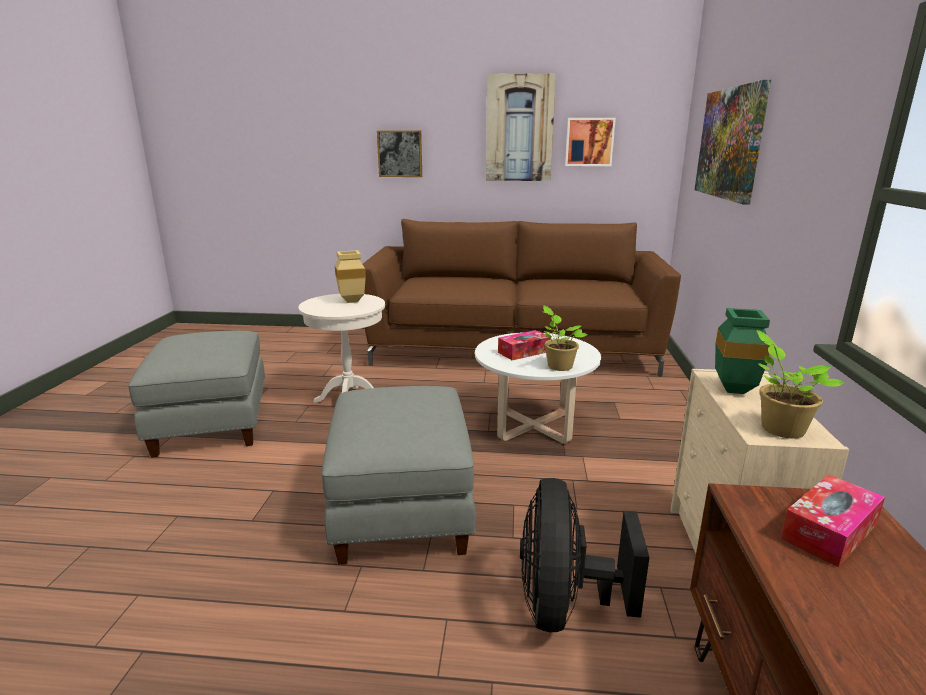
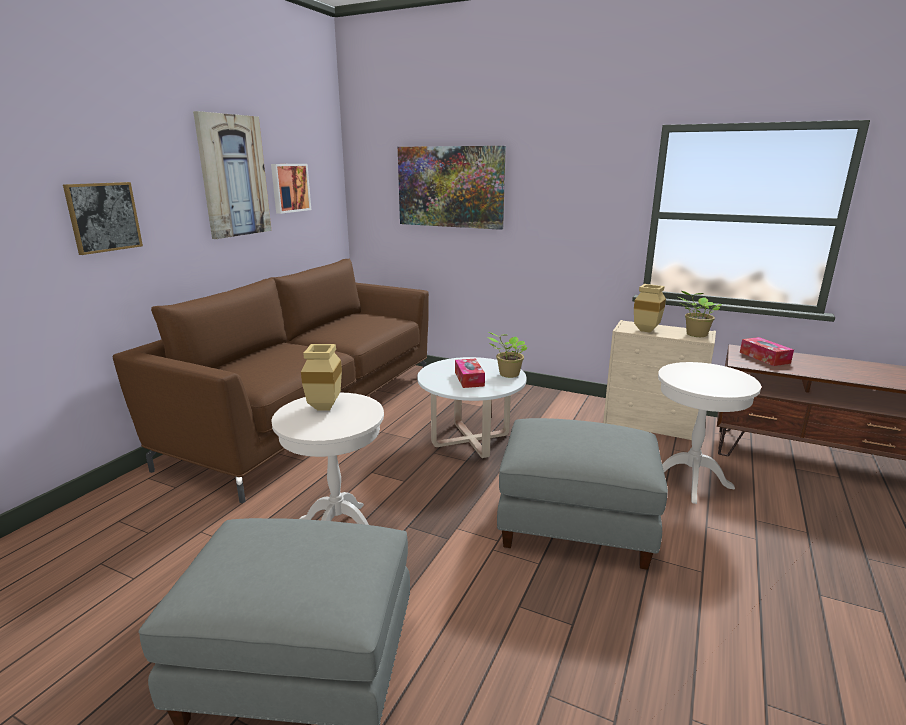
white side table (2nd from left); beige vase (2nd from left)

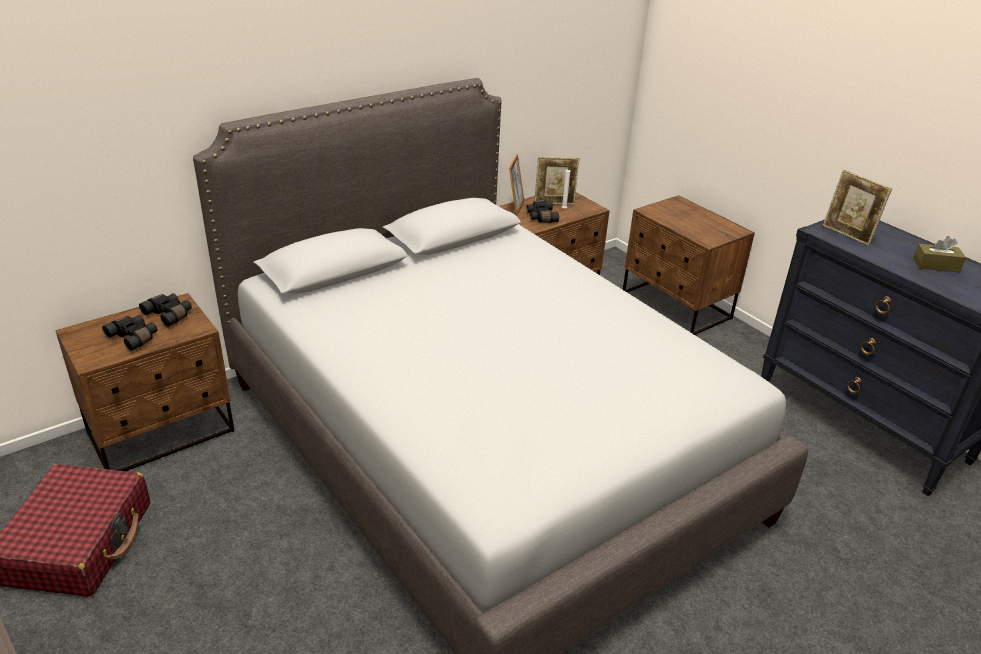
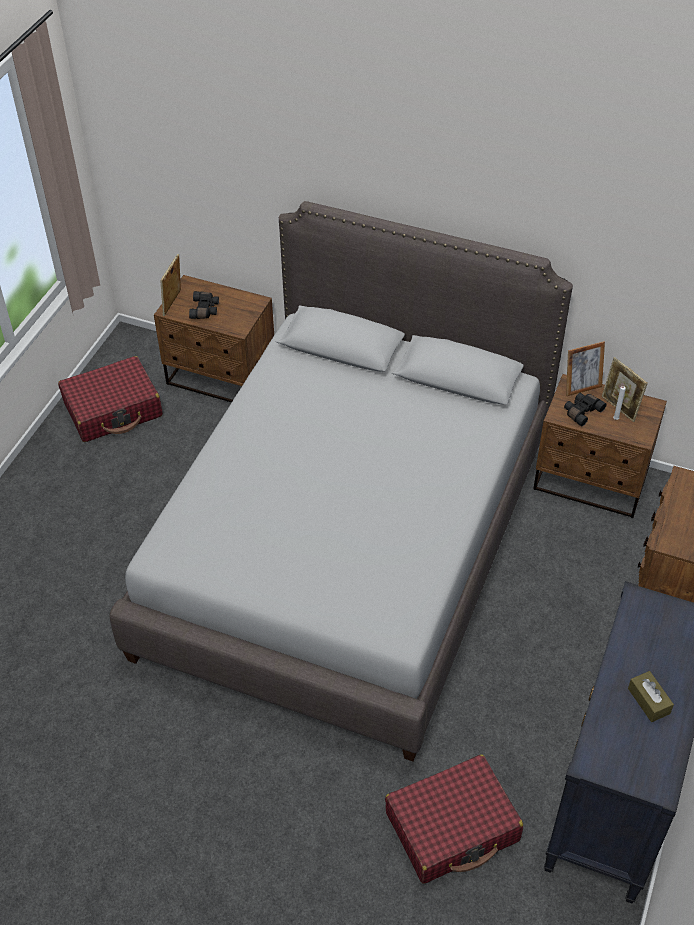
black binoculars (2nd from left in the first image); red suitcase (2nd from left); picture frame (1st from left)

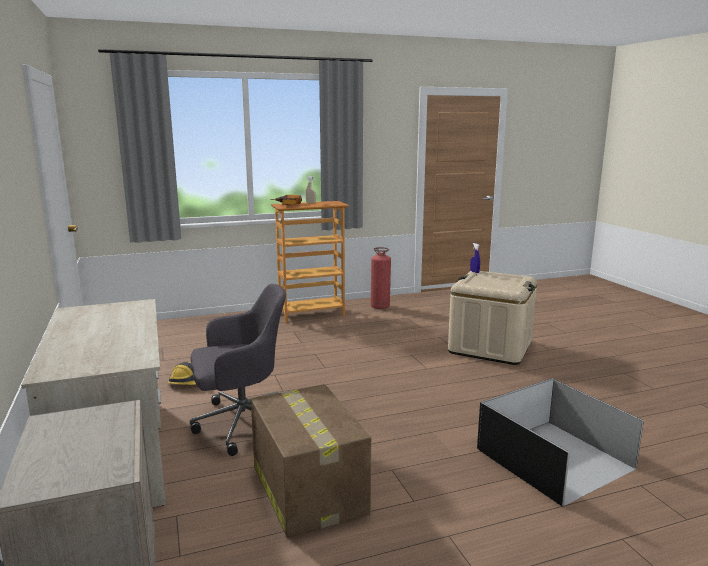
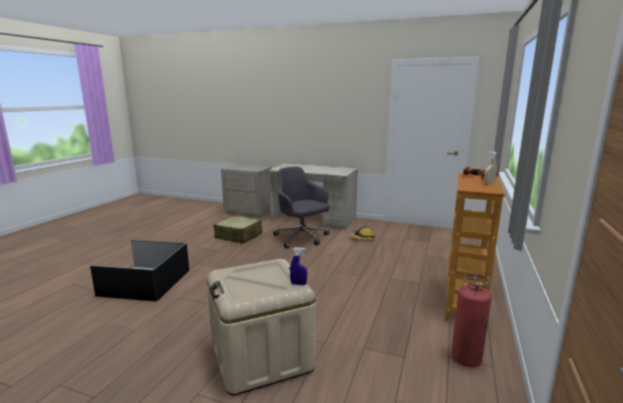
beige suitcase; grey office chair

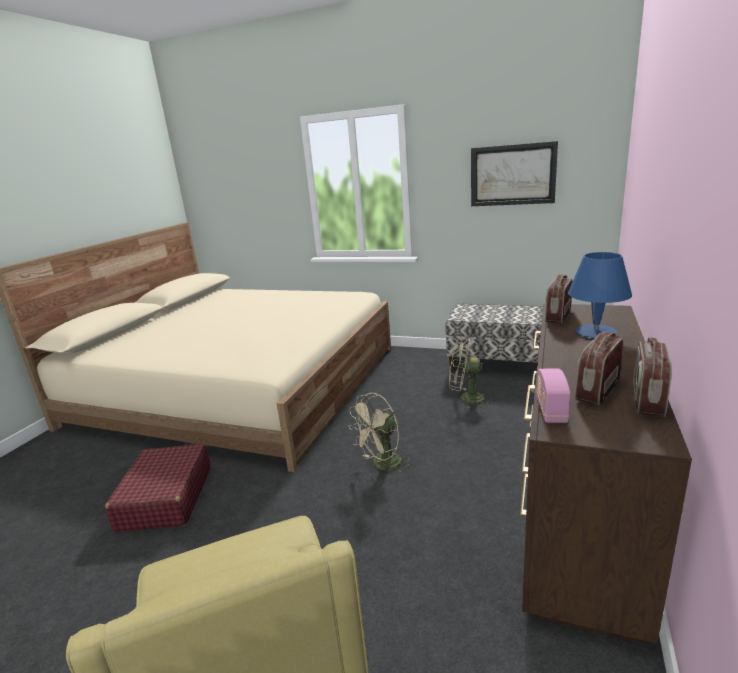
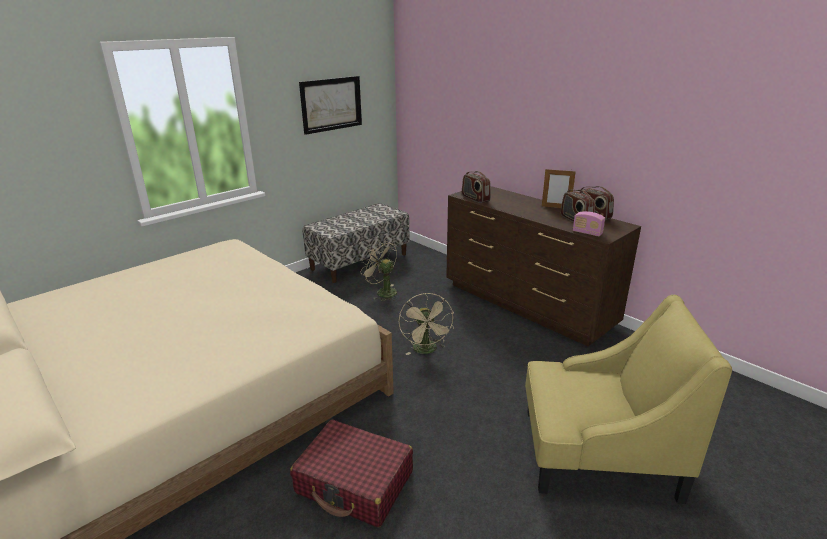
blue table lamp; picture frame; beige fan (1st from left)

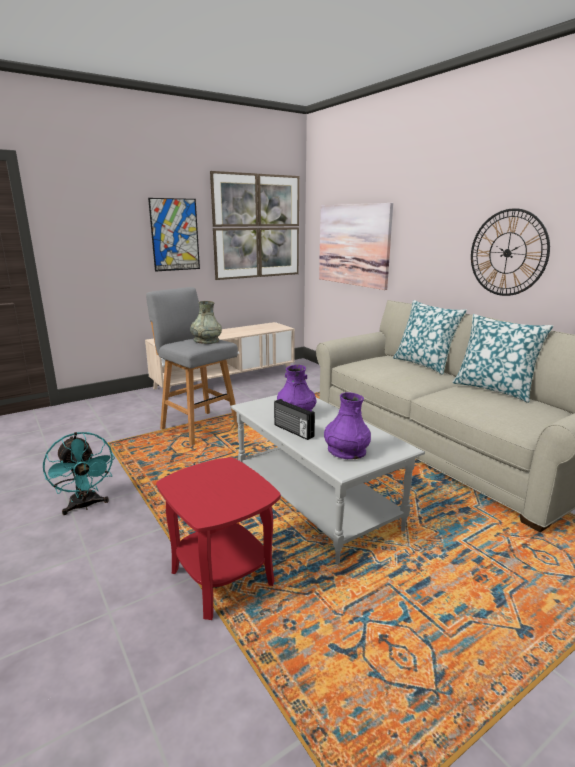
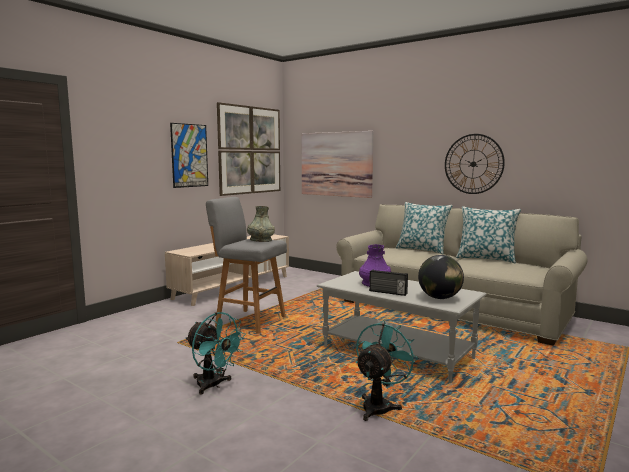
turquoise fan (2nd from left); globe

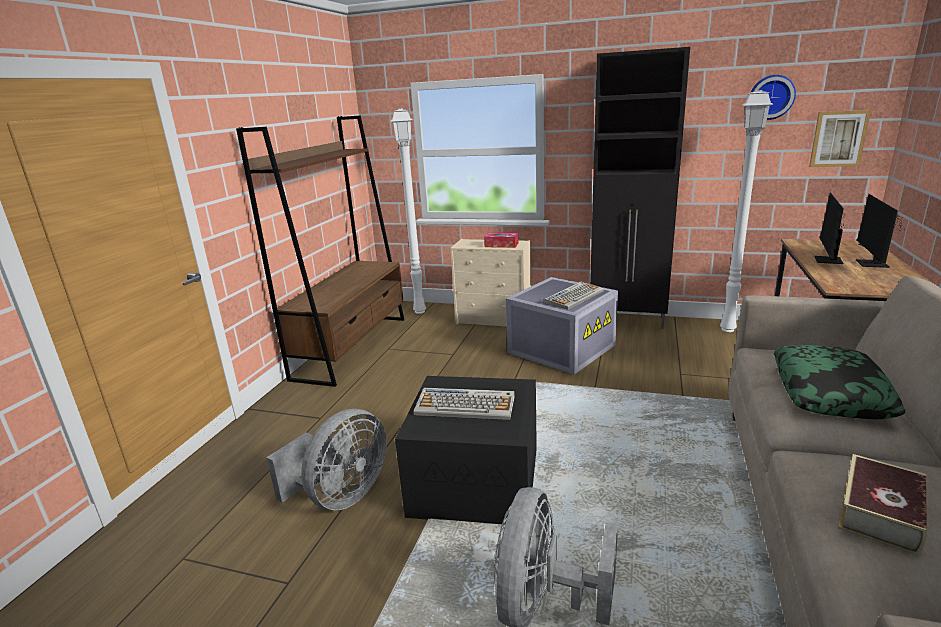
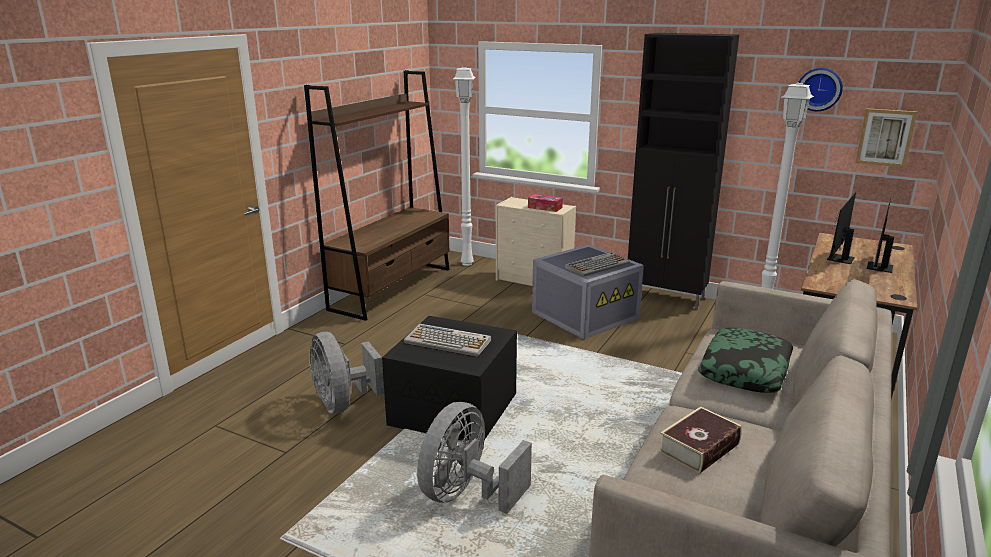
grey fan (1st from left)

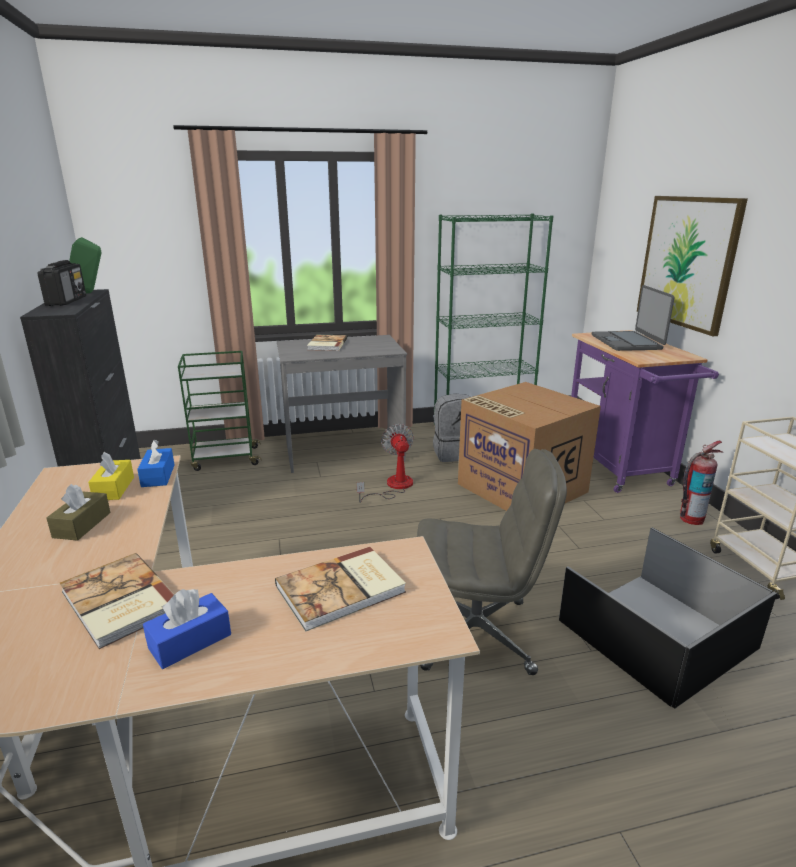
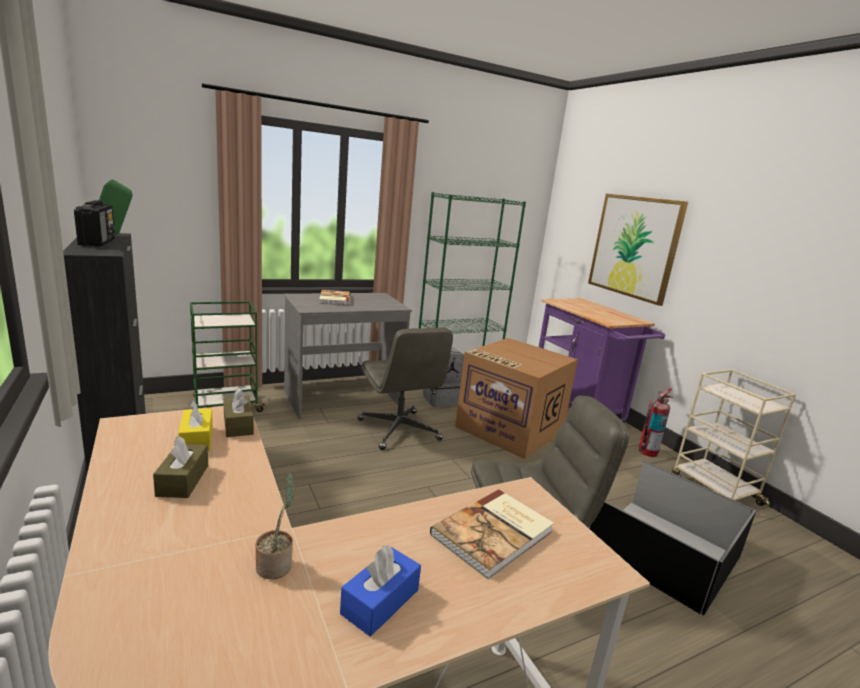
laptop; potted plant; grey office chair (1st from left); brown tissue box (2nd from left)

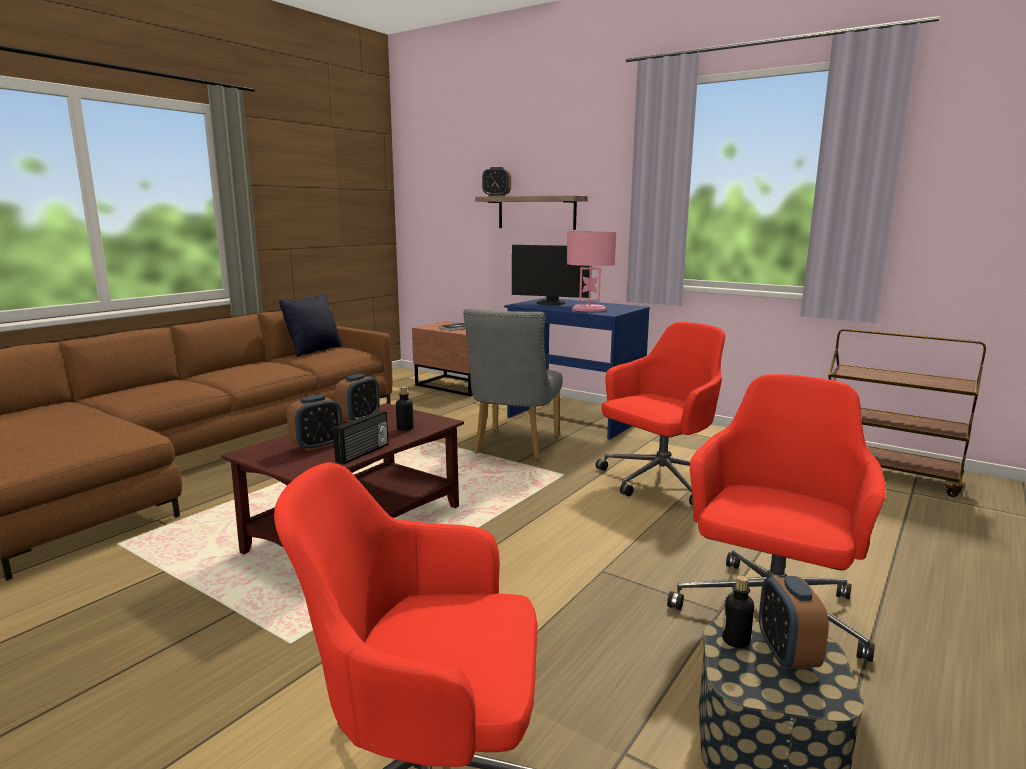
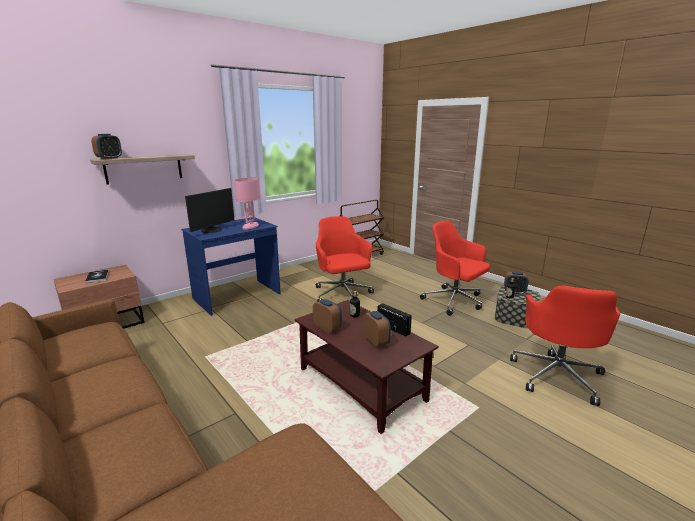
black pillow; grey chair

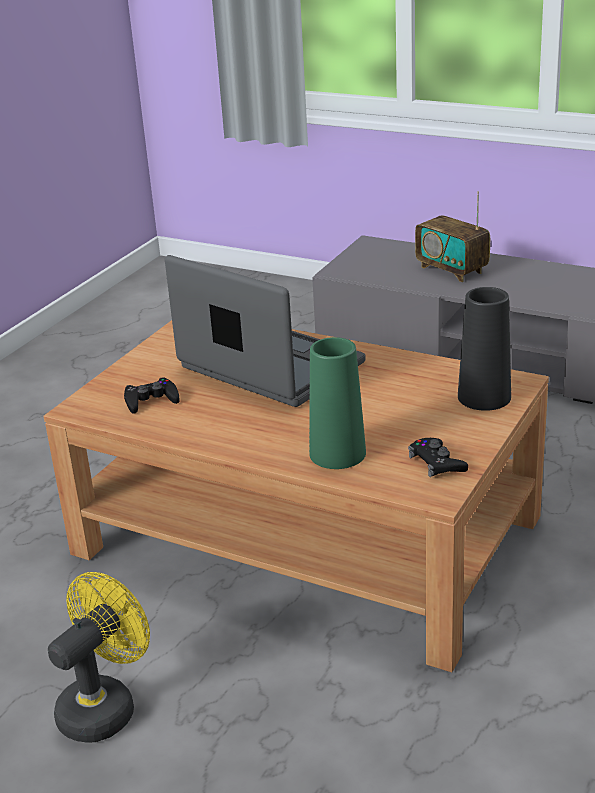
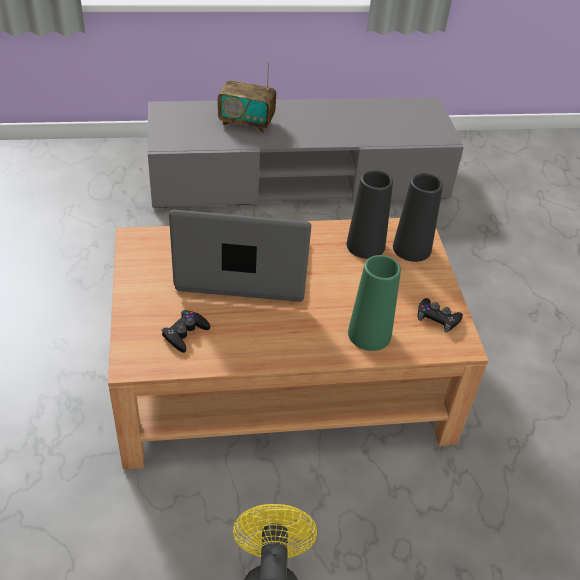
black vase (1st from left)

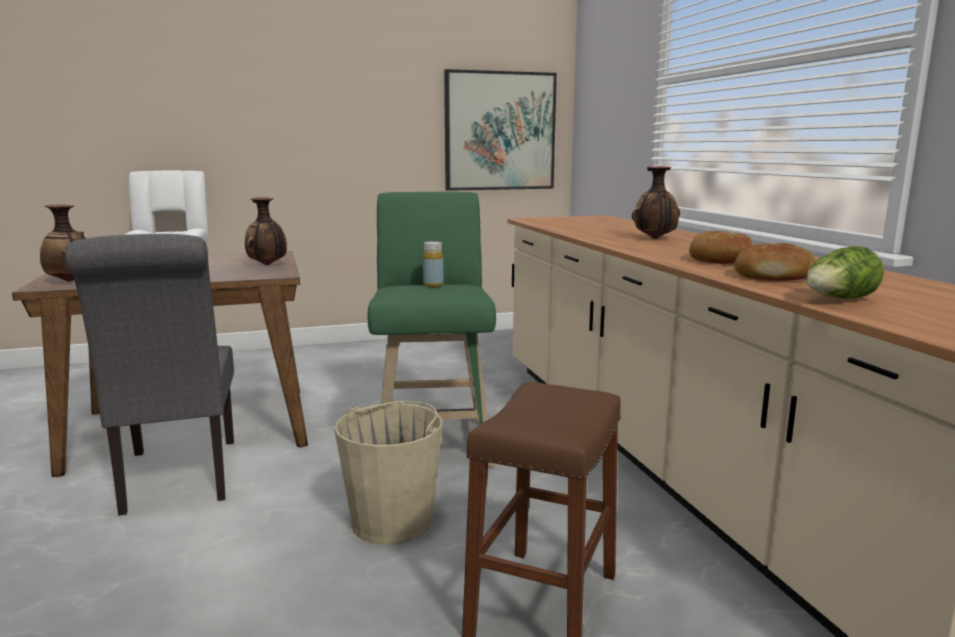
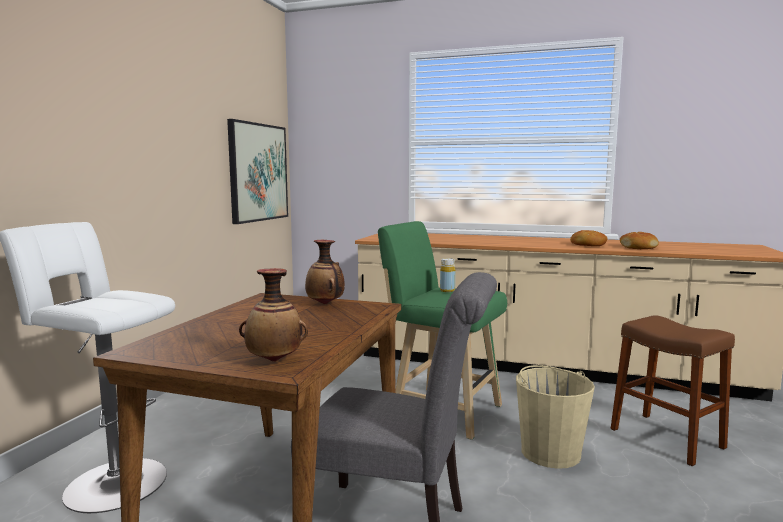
vase (3rd from left in the first image); lettuce

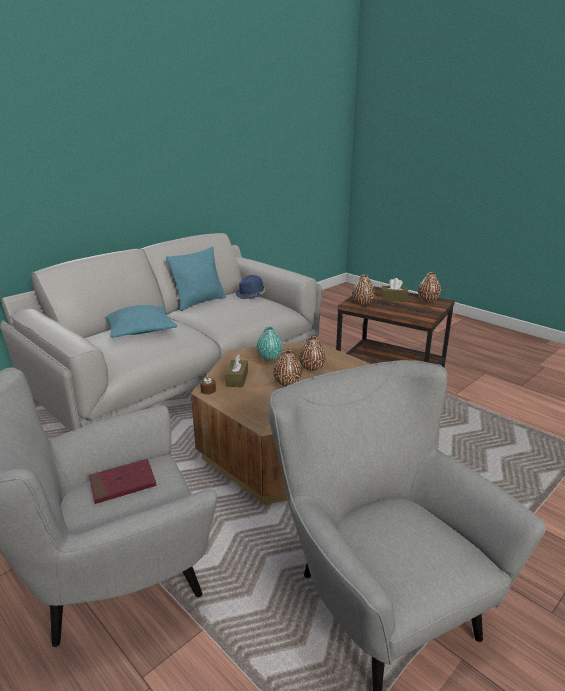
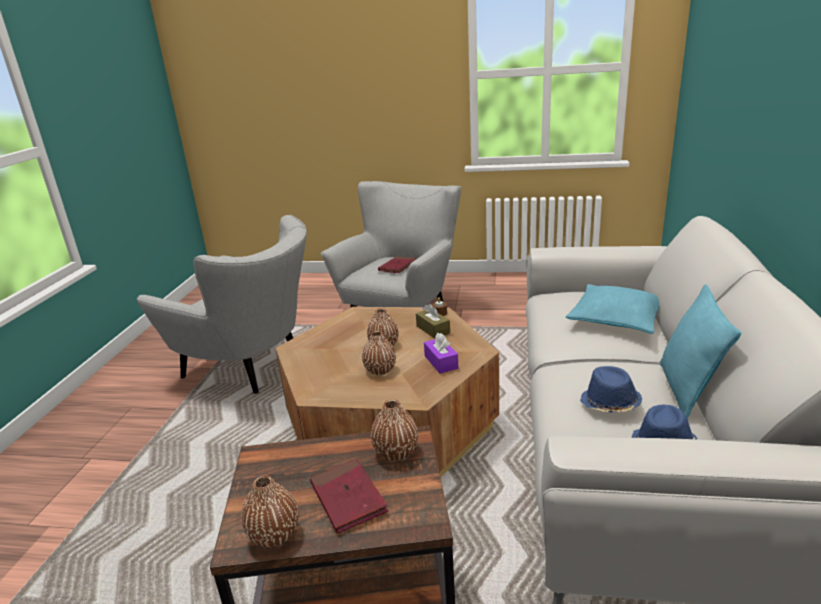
blue hat (1st from left); purple tissue box; red book (1st from left)

